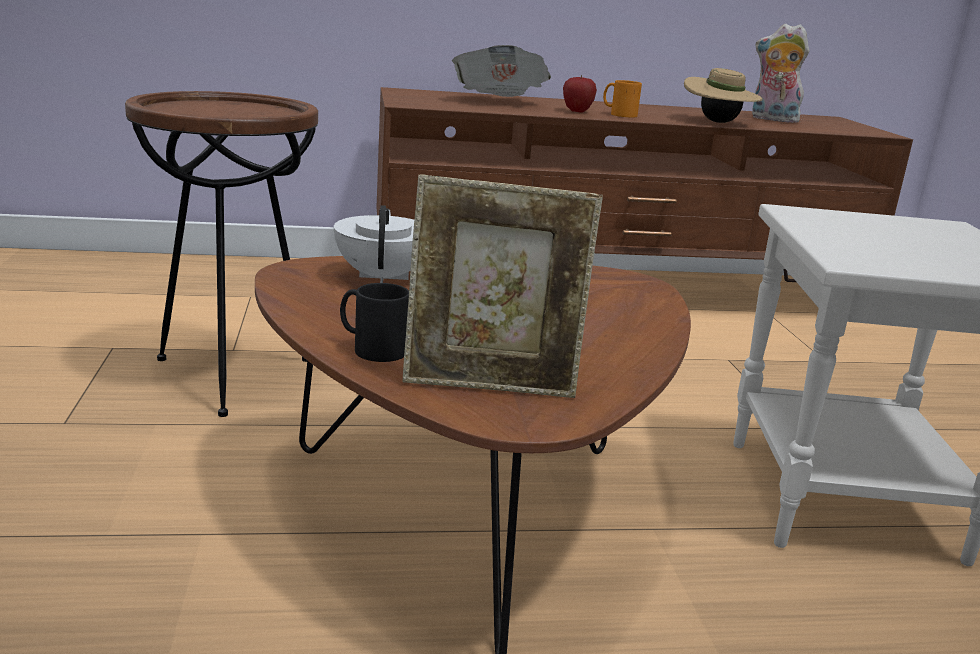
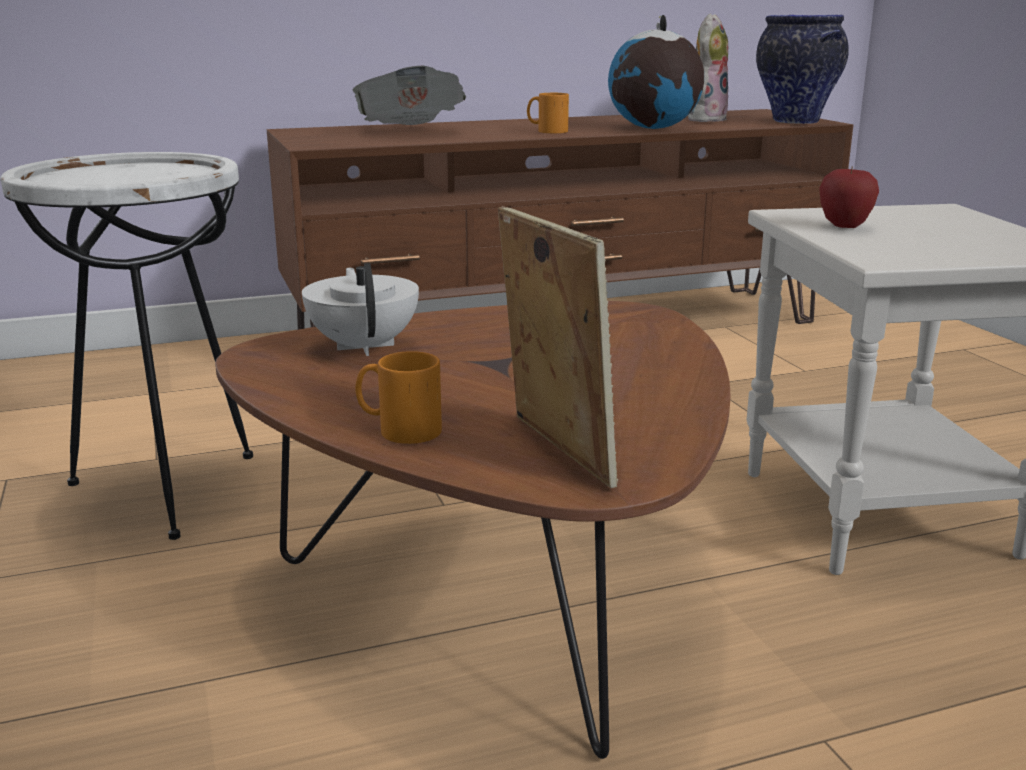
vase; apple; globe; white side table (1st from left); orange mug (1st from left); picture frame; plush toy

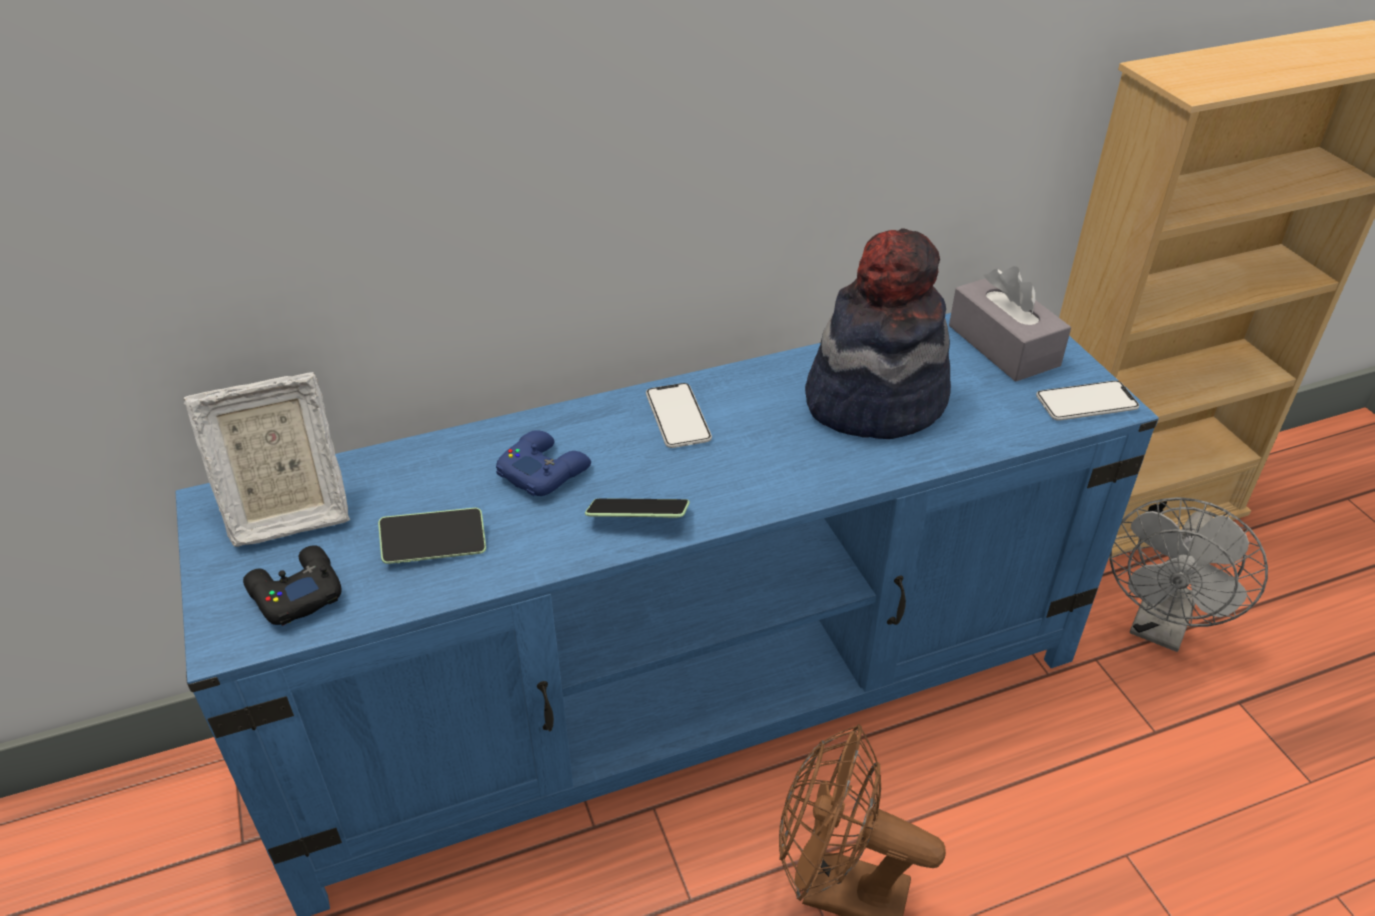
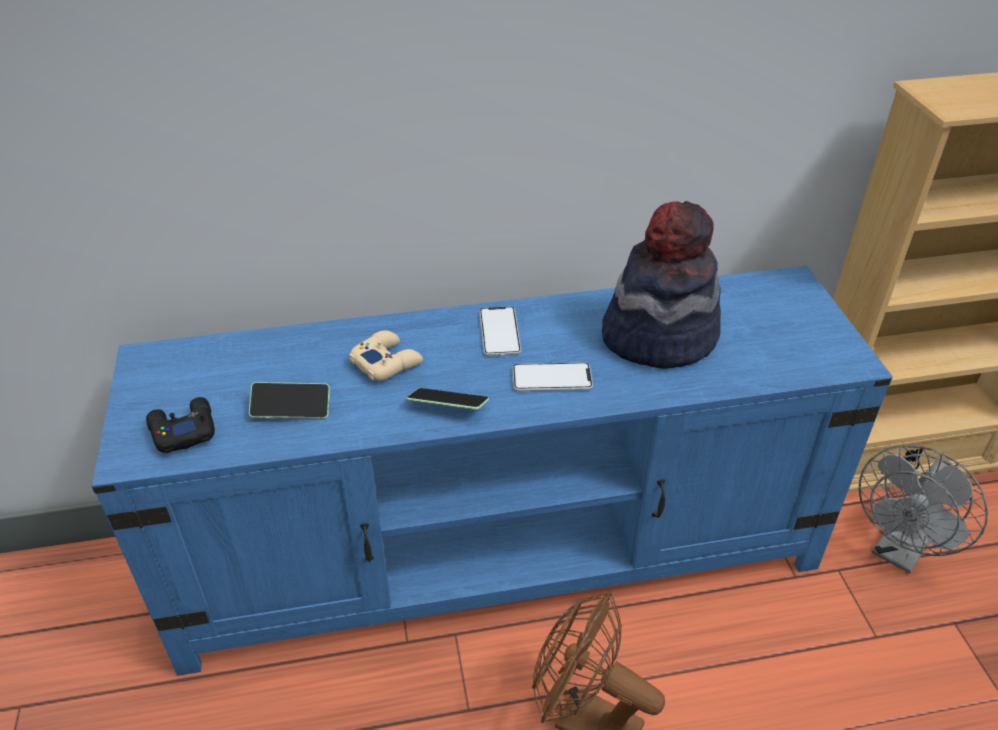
picture frame; grey tissue box; phone (4th from left); beige game controller

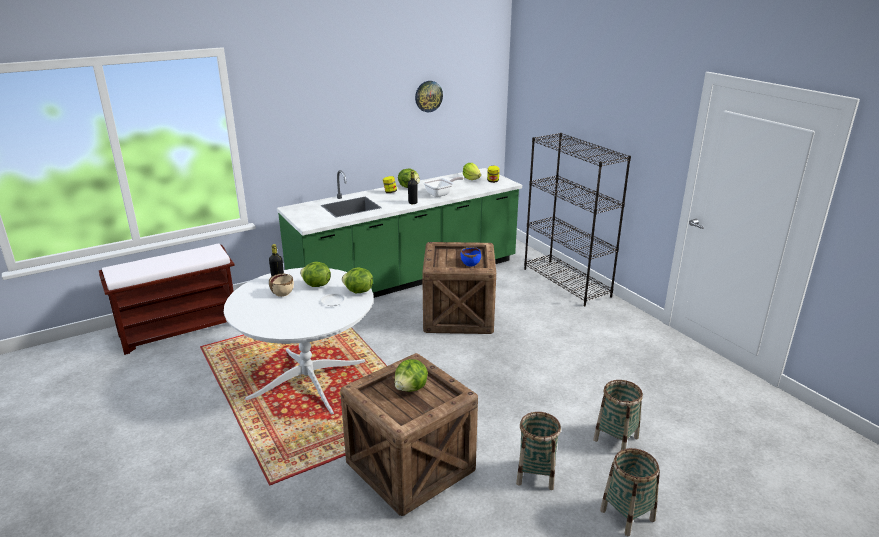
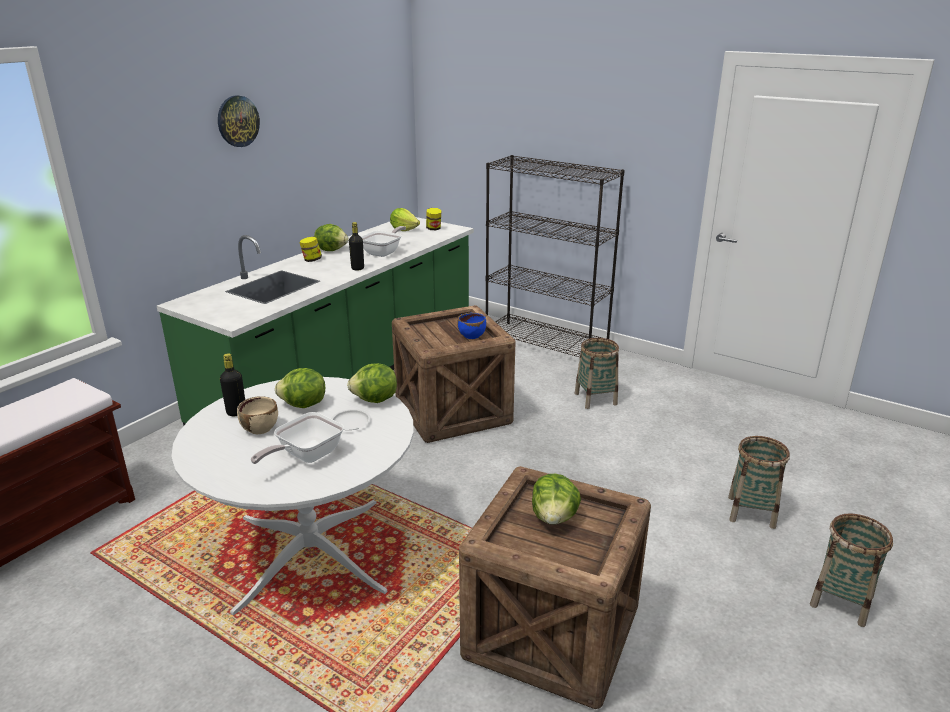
frying pan (1st from left); wall clock; basket (1st from left)

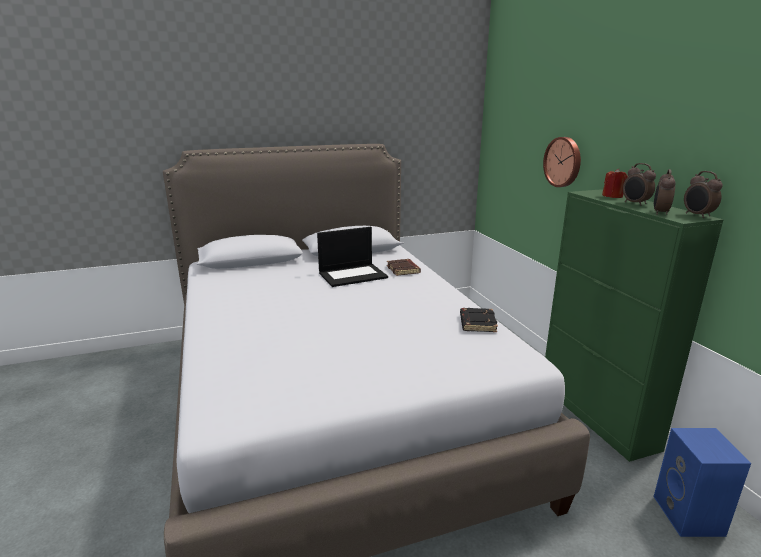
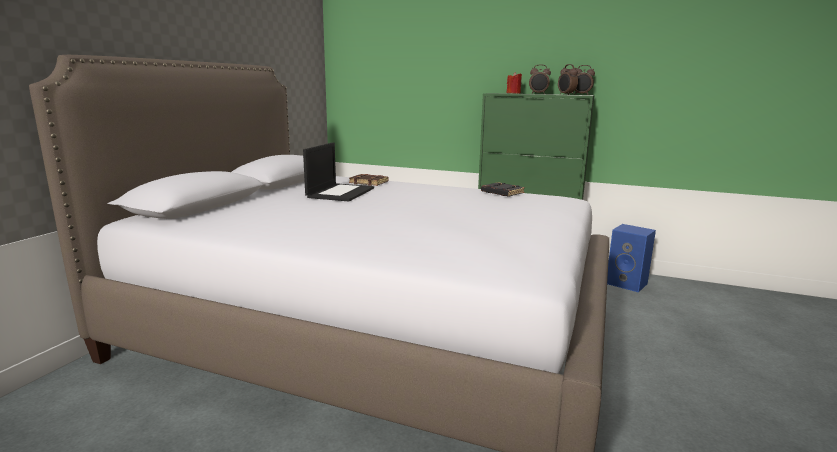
wall clock

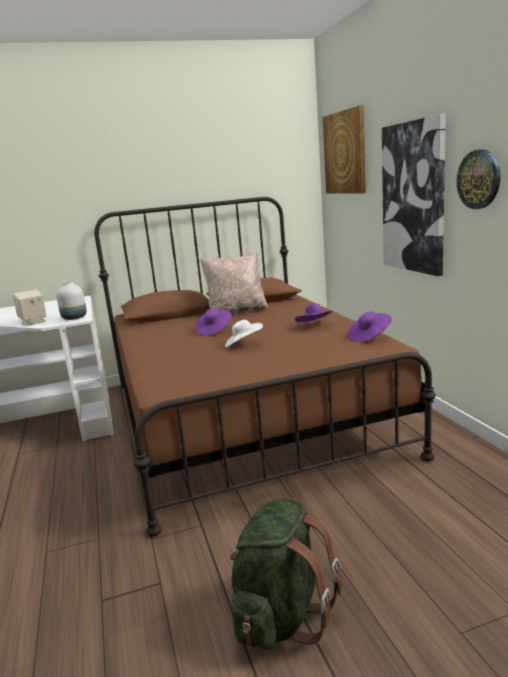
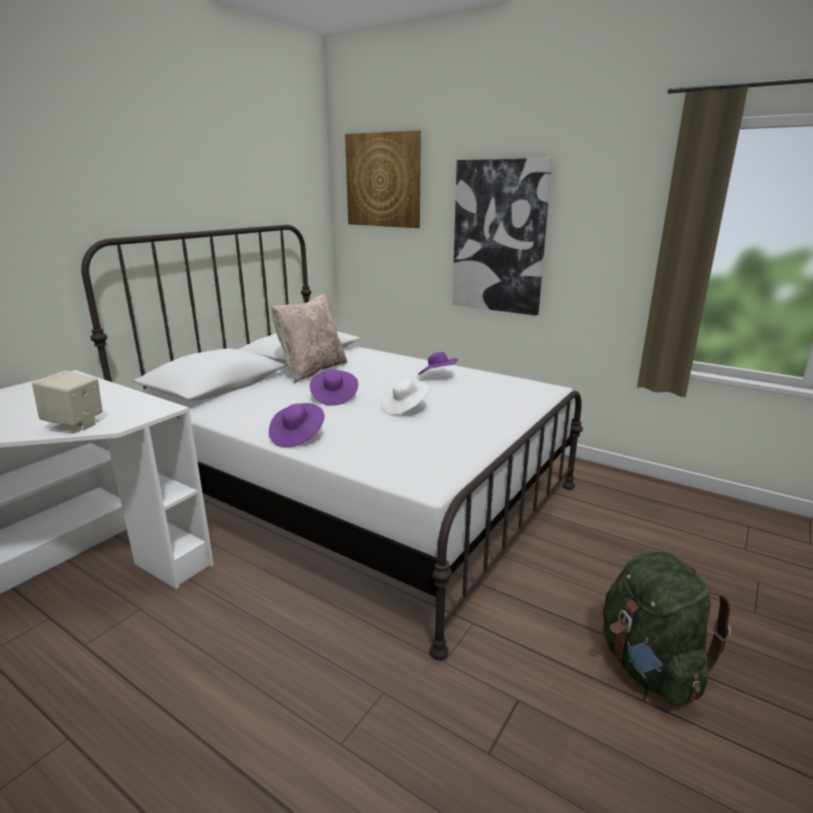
white vase; wall clock; purple hat (1st from left); white bed

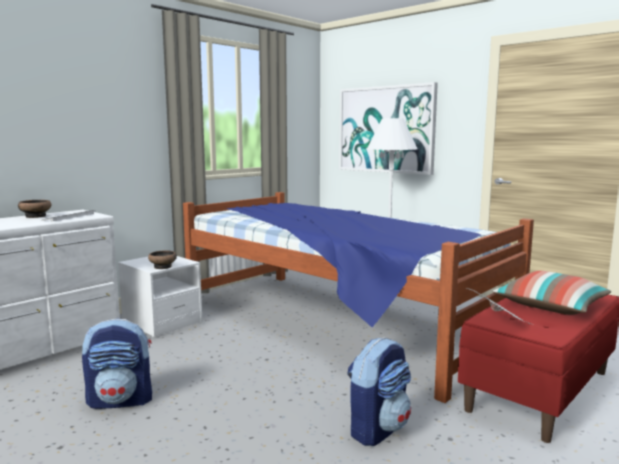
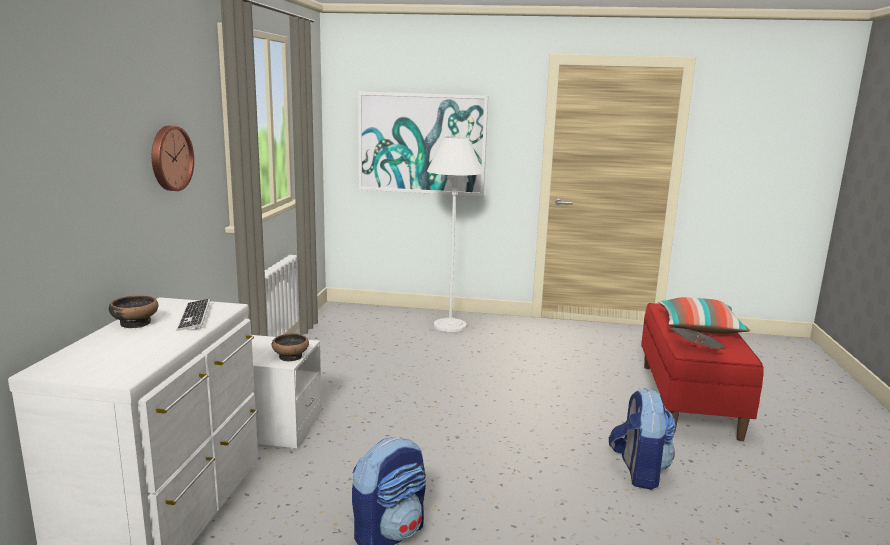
bed; wall clock

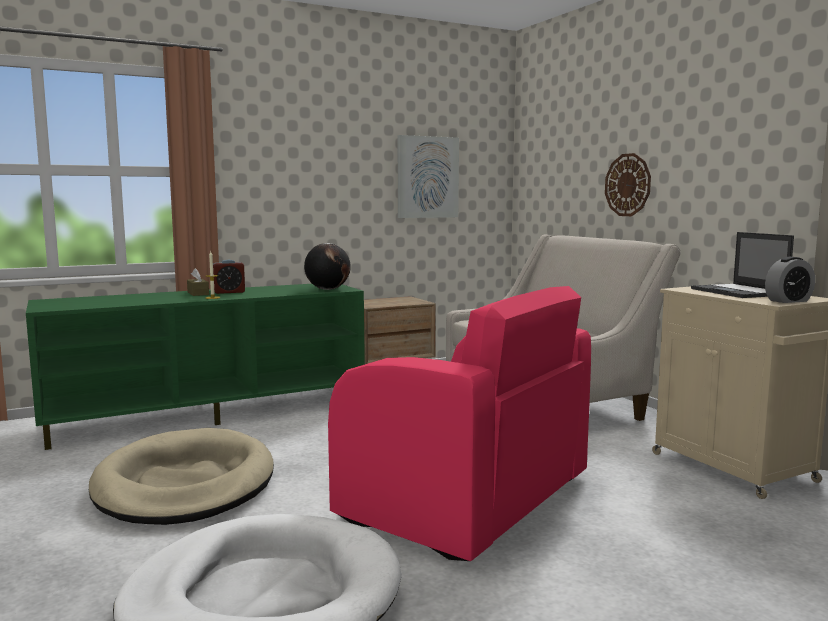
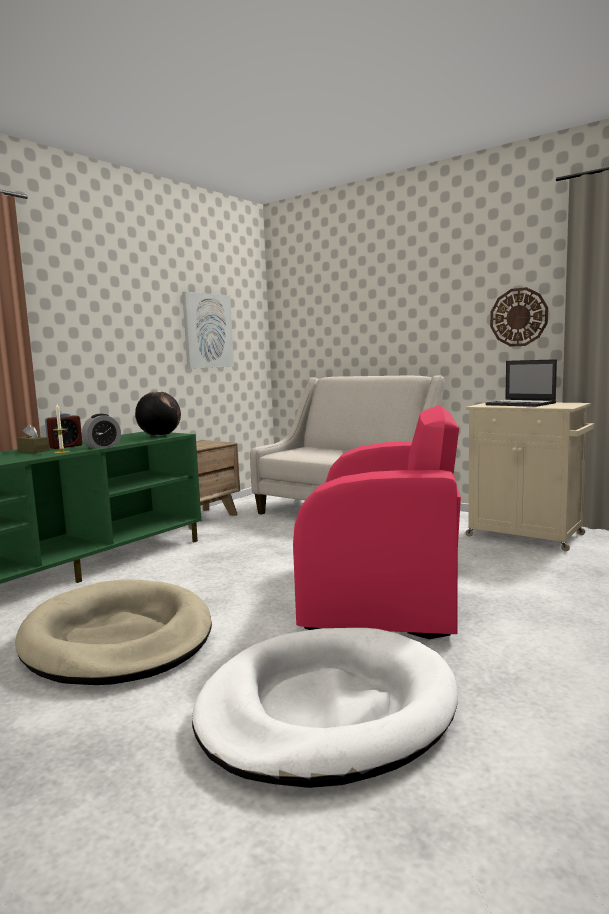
wall clock; alarm clock (2nd from left)

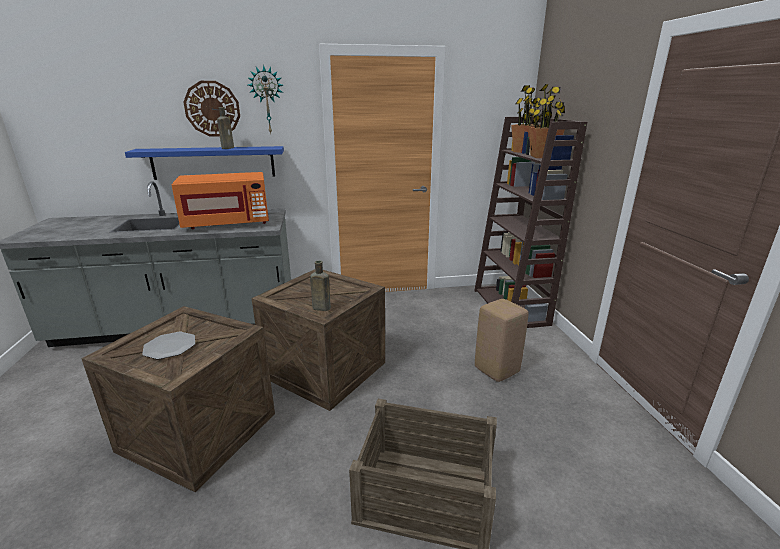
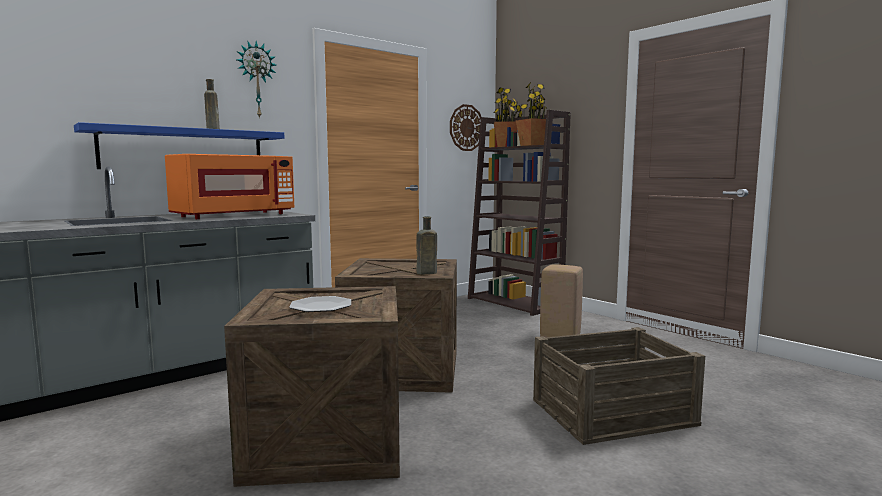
wall clock (2nd from left)

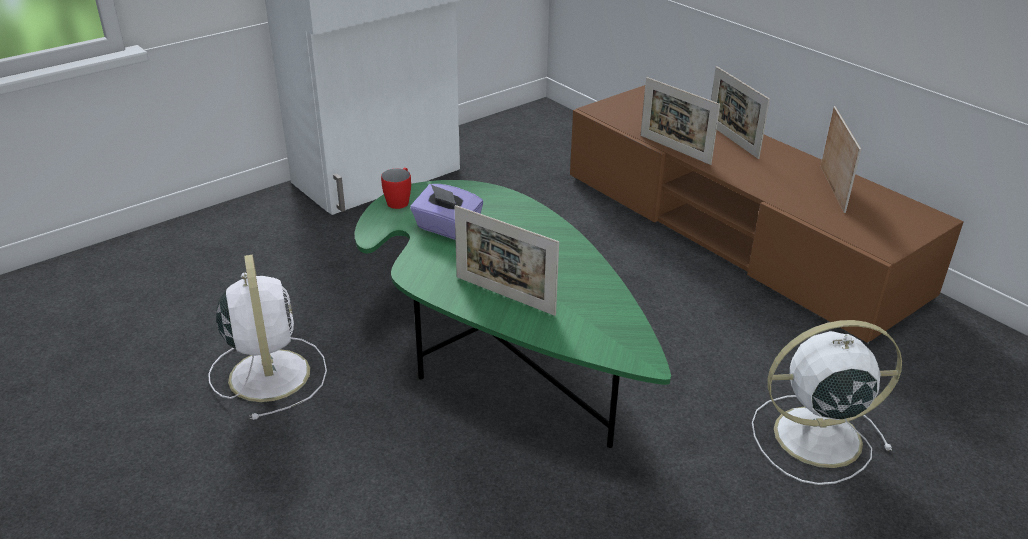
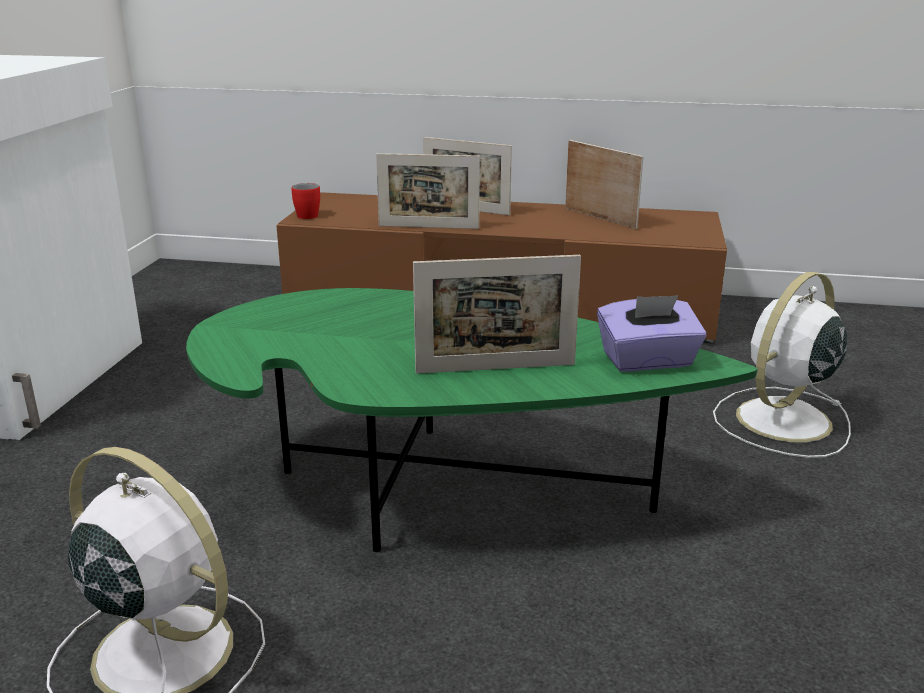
red mug; purple tissue box

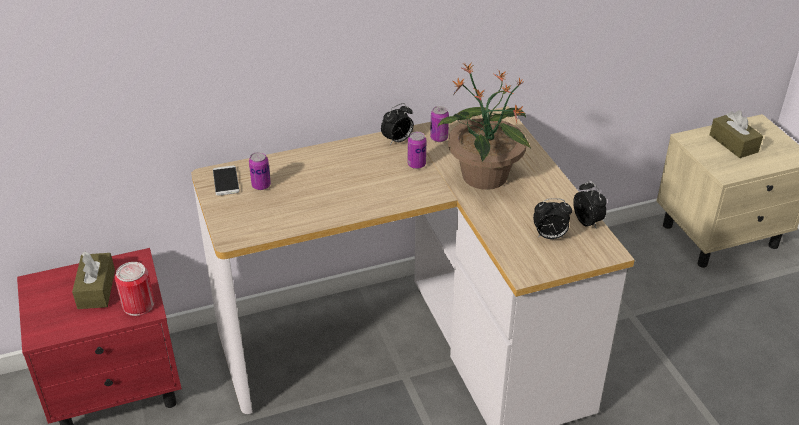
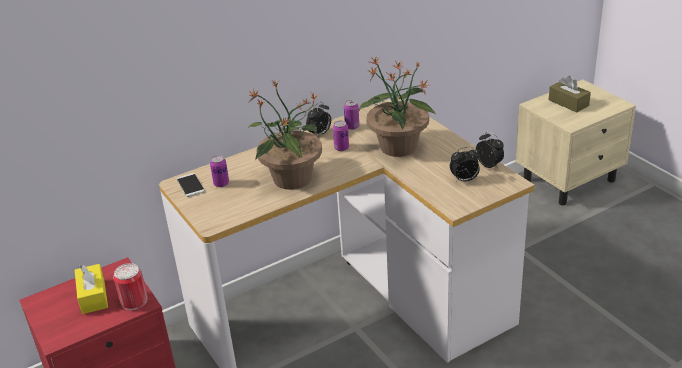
potted plant (1st from left); yellow tissue box

